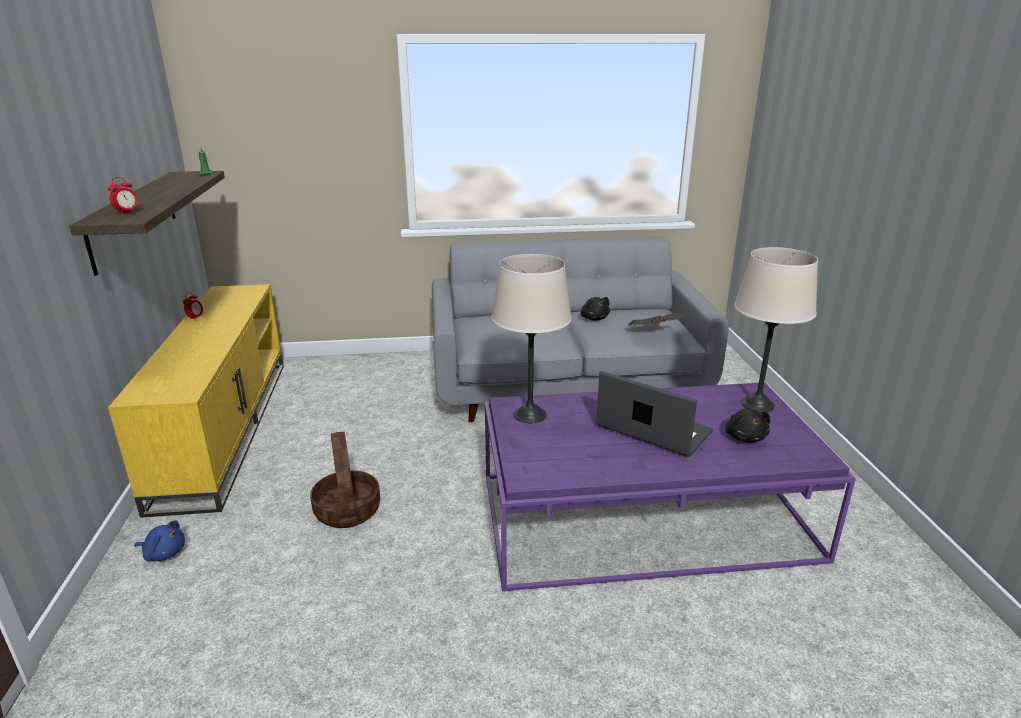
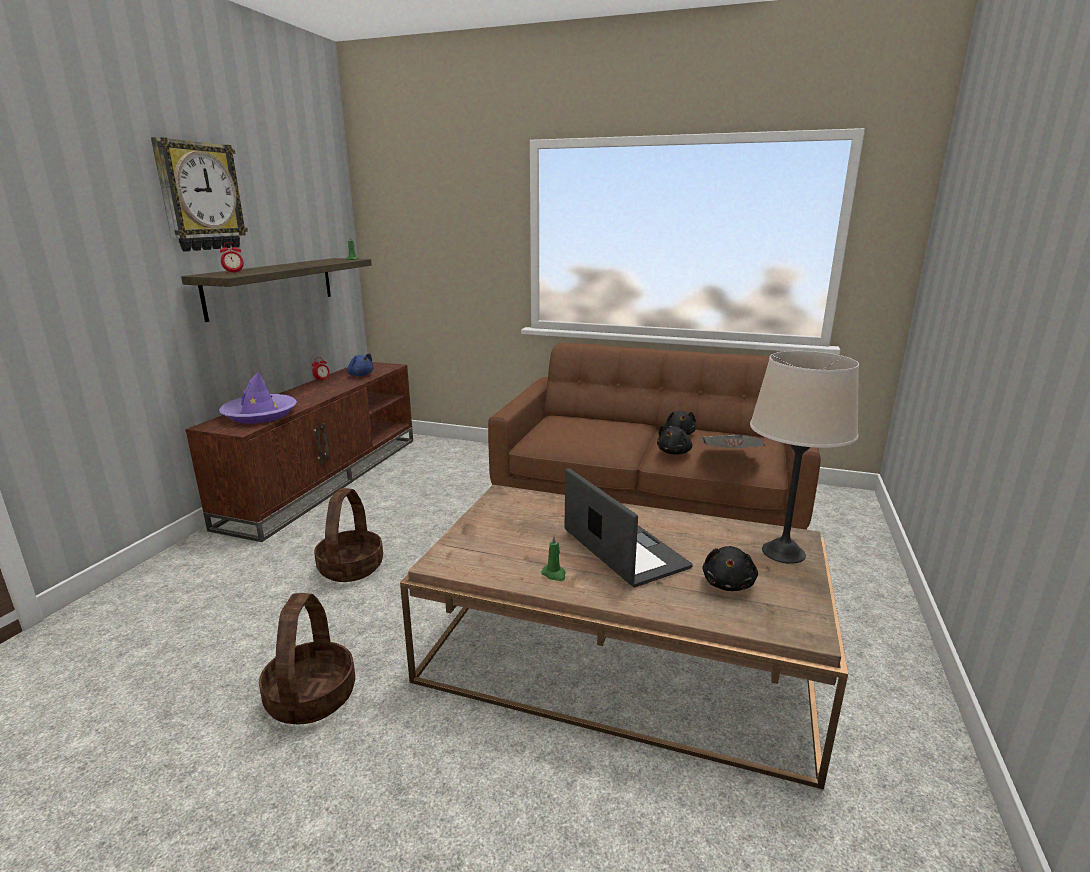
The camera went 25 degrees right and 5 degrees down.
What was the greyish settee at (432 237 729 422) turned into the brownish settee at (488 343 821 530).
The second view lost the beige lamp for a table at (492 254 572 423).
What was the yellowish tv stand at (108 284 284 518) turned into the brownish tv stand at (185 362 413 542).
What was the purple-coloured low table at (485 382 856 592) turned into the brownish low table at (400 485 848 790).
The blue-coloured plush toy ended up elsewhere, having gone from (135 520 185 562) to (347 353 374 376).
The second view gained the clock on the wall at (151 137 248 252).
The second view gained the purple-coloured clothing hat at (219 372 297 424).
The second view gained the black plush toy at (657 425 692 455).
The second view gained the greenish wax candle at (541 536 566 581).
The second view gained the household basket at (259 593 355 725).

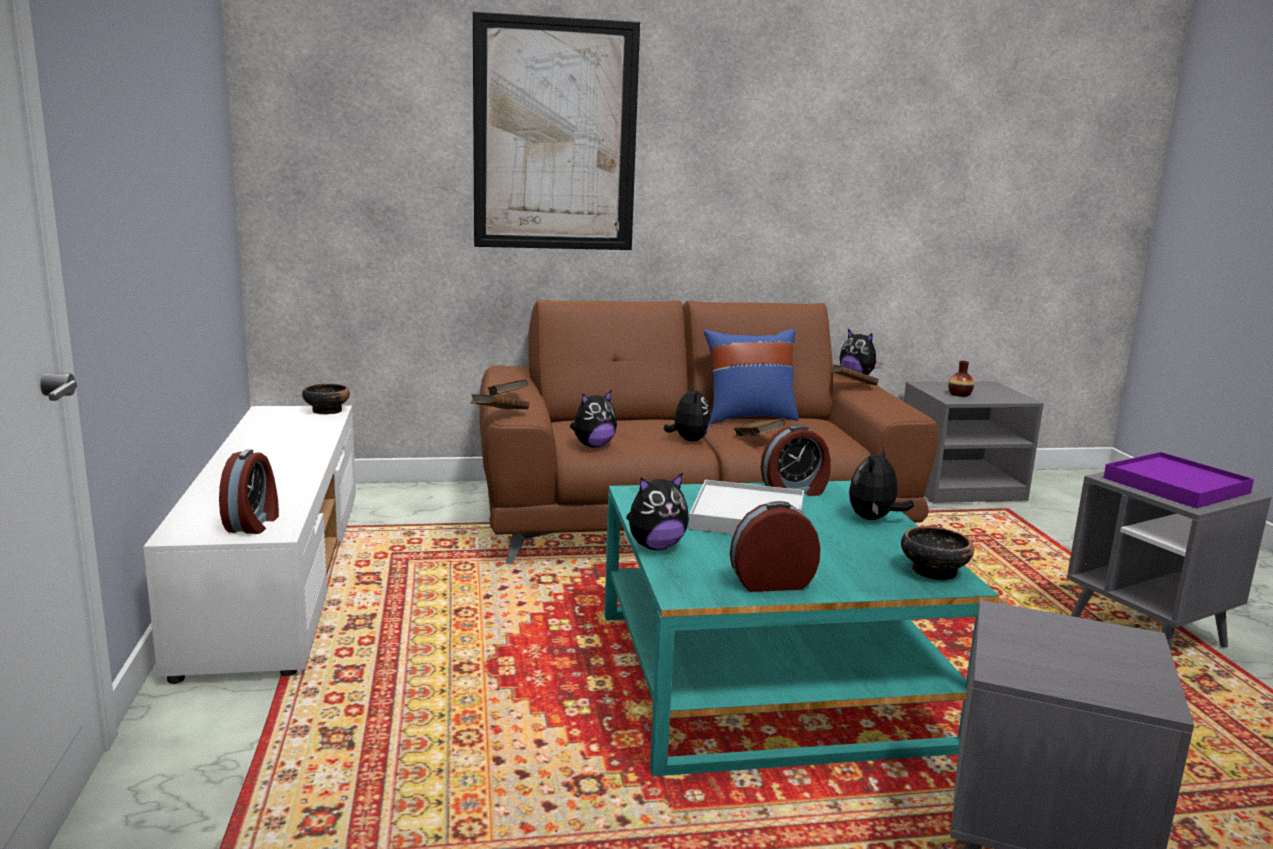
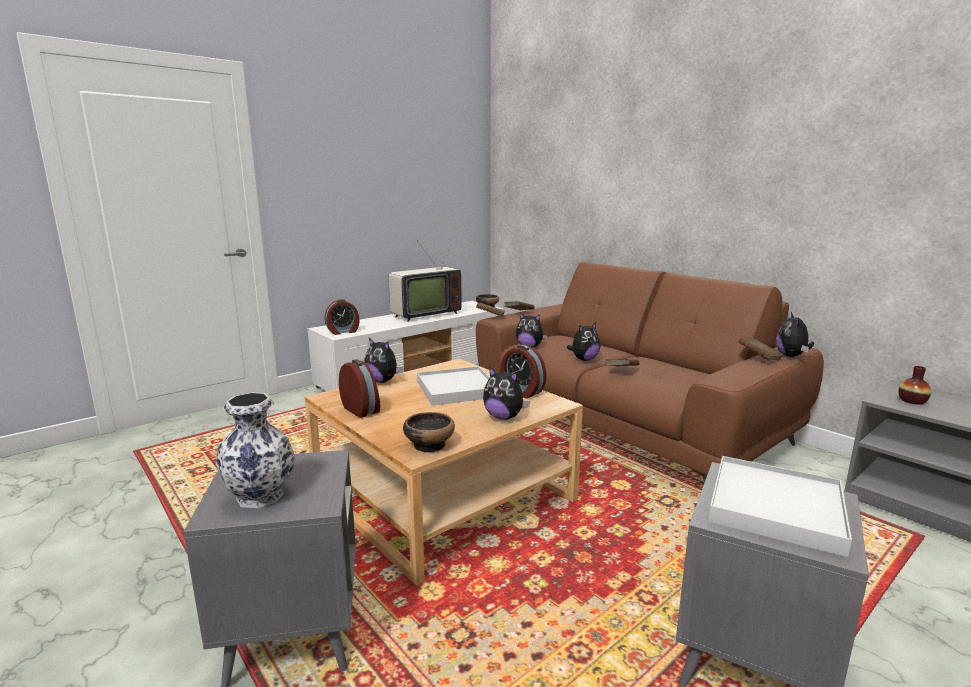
The camera went 60 degrees right and 0 degrees up.
The second view lost the picture at (473 12 640 250).
The second view lost the blue-coloured throw pillow at (704 329 799 424).
The plush toy at (849 447 914 520) ended up facing another way, 150 degrees counterclockwise from before.
What was the purple-coloured tray at (1103 452 1254 508) turned into the white-coloured tray at (708 456 852 557).
What was the turquoise low table at (604 481 1000 776) turned into the beige low table at (305 359 583 586).
The second view gained the TV set at (389 236 461 322).
The second view gained the flower vase at (215 393 295 509).

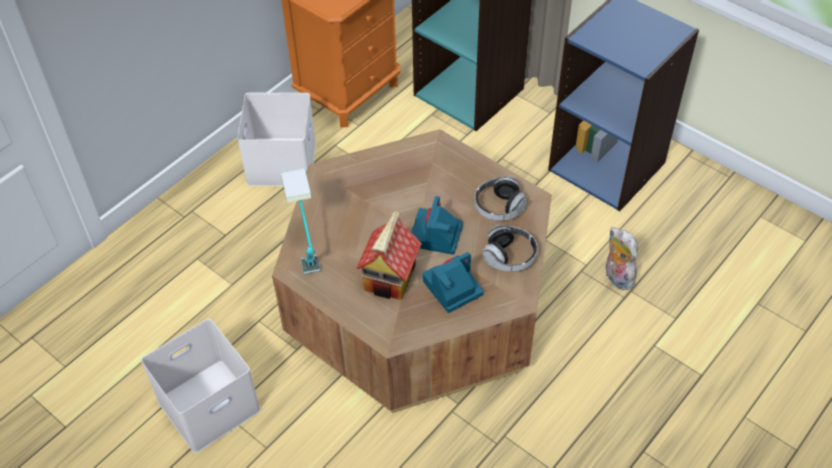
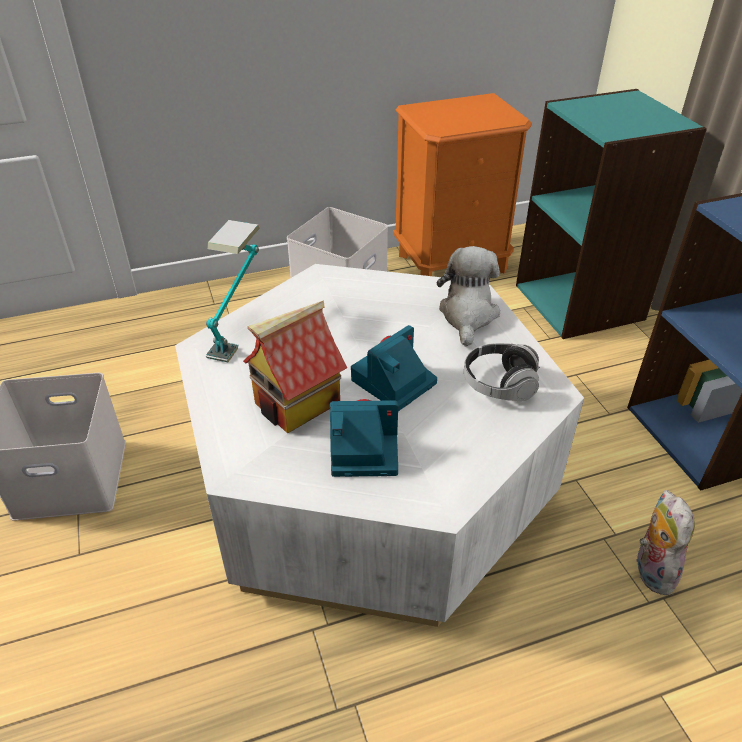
The camera went 30 degrees right and 10 degrees down.
What was the brownish low table at (272 129 552 413) turned into the white-coloured low table at (175 264 584 627).
The second view lost the headphones at (483 225 537 272).
The second view gained the plush toy at (437 246 500 347).

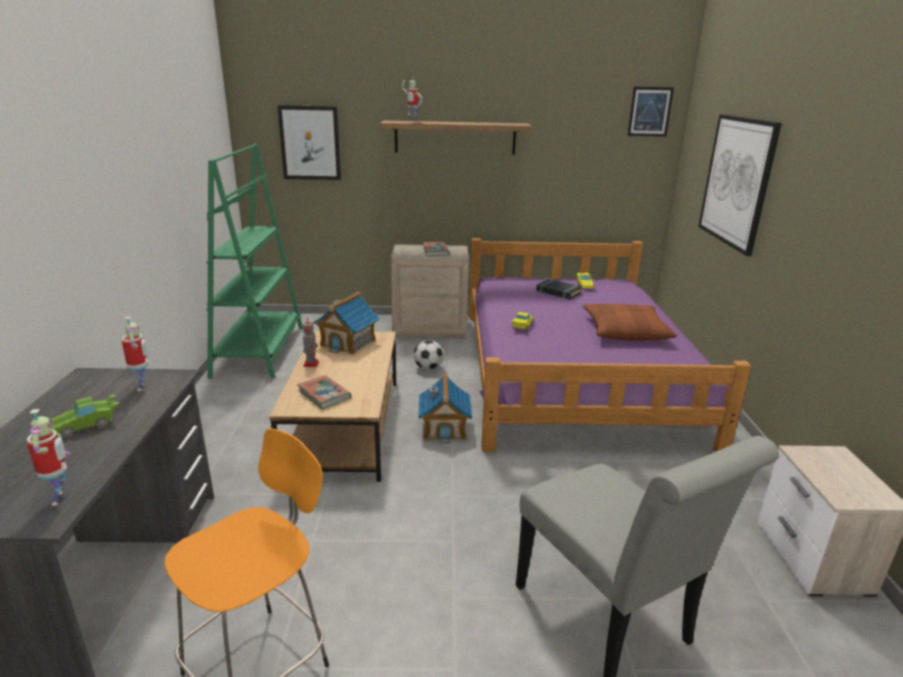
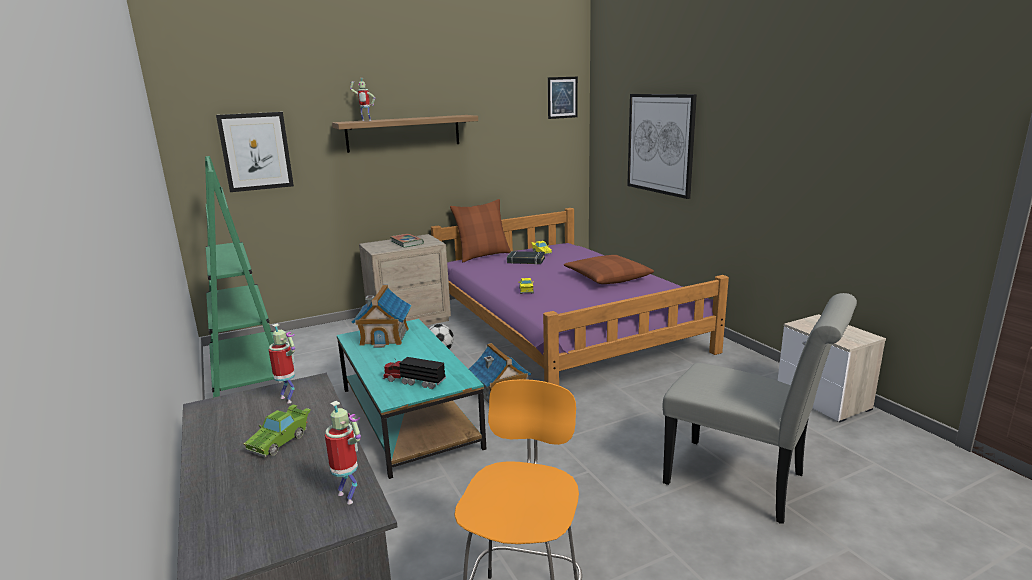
The camera went 25 degrees left and 5 degrees down.
The second view lost the model robot at (303 317 319 367).
What was the brownish low table at (269 331 396 482) turned into the turquoise low table at (337 319 486 479).
Where the bound book stood at (297 375 351 409), the toy lorry came to stand at (383 357 446 389).
The second view gained the brownish throw pillow at (450 199 511 262).

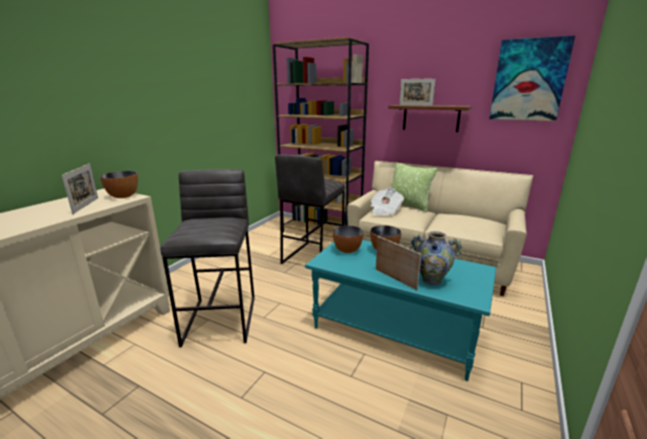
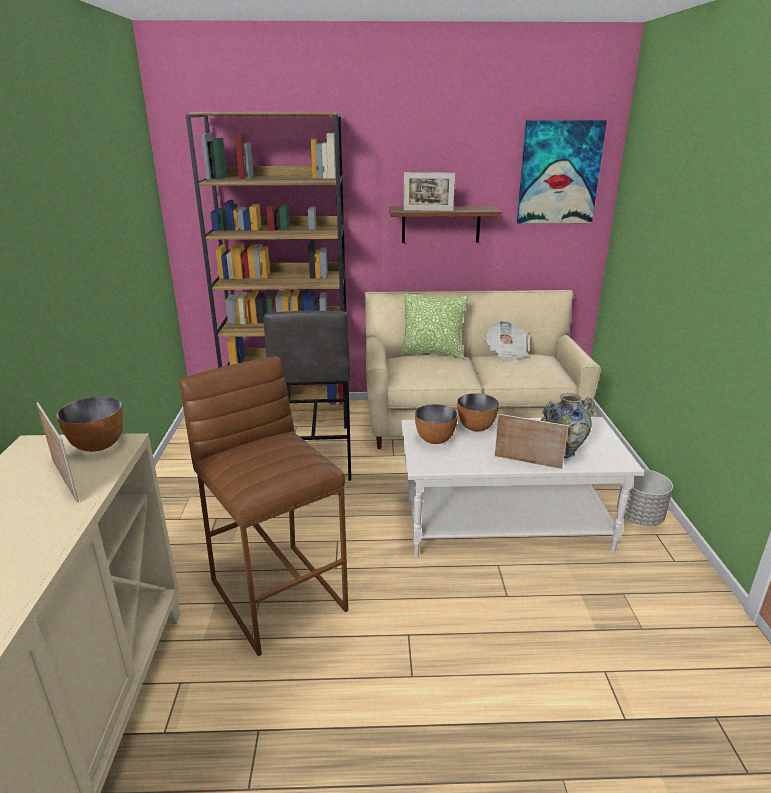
The camera went 30 degrees left and 5 degrees up.
What was the greyish stool seat at (160 169 255 347) turned into the brownish stool seat at (179 356 348 656).
The printed paper ended up elsewhere, having gone from (371 188 404 216) to (485 321 529 362).
What was the turquoise low table at (305 240 496 381) turned into the white-coloured low table at (401 417 644 557).
The second view gained the greyish flower pot at (617 469 673 526).

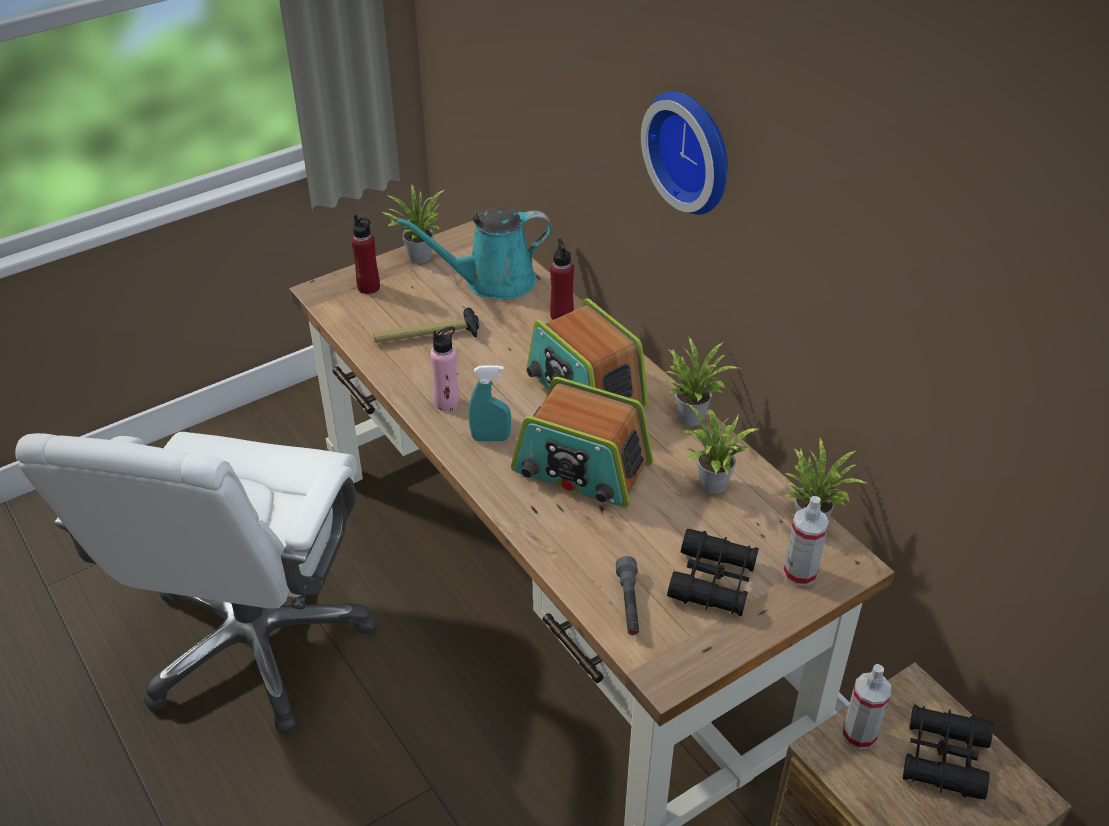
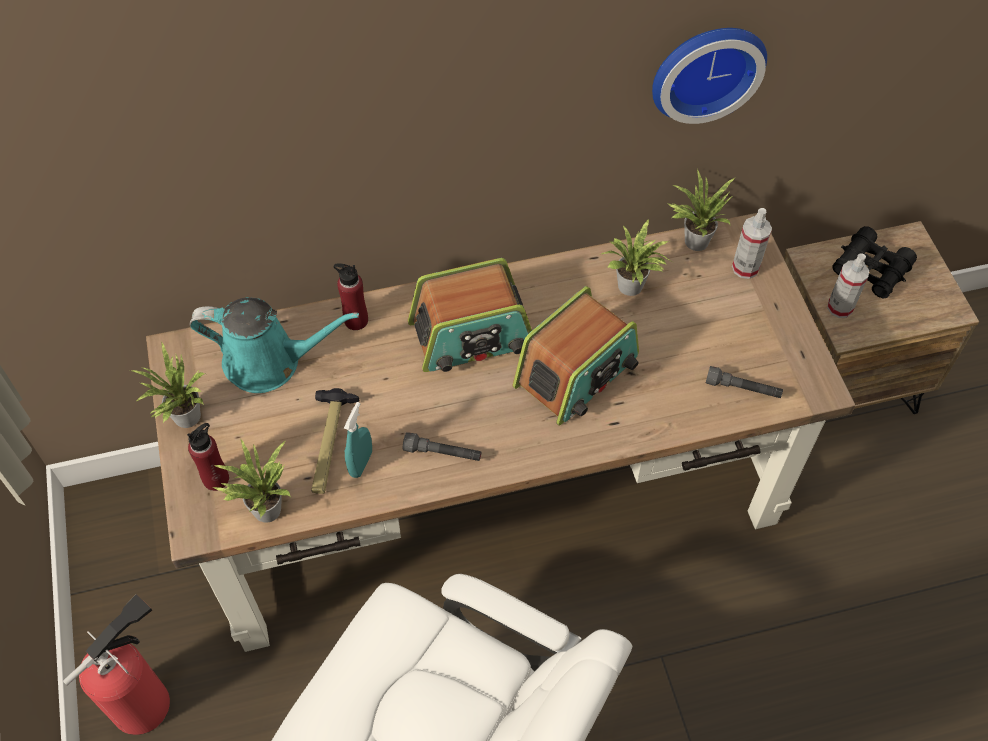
The camera went 70 degrees left and 15 degrees up.
The clock on the wall ended up elsewhere, having gone from (641 91 728 215) to (652 28 767 124).
The turquoise sprinkling can at (397 207 552 300) ended up facing another way, 90 degrees counterclockwise from before.
Where the pink beverage bottle stood at (430 326 460 411), the greyish torch came to stand at (403 432 481 461).
The potted plant ended up elsewhere, having gone from (667 337 739 426) to (212 439 291 523).
The turquoise sprayer ended up elsewhere, having gone from (468 365 511 441) to (344 402 372 478).
The second view lost the black pair of binoculars at (667 529 759 616).
The second view gained the extinguisher at (63 594 170 735).

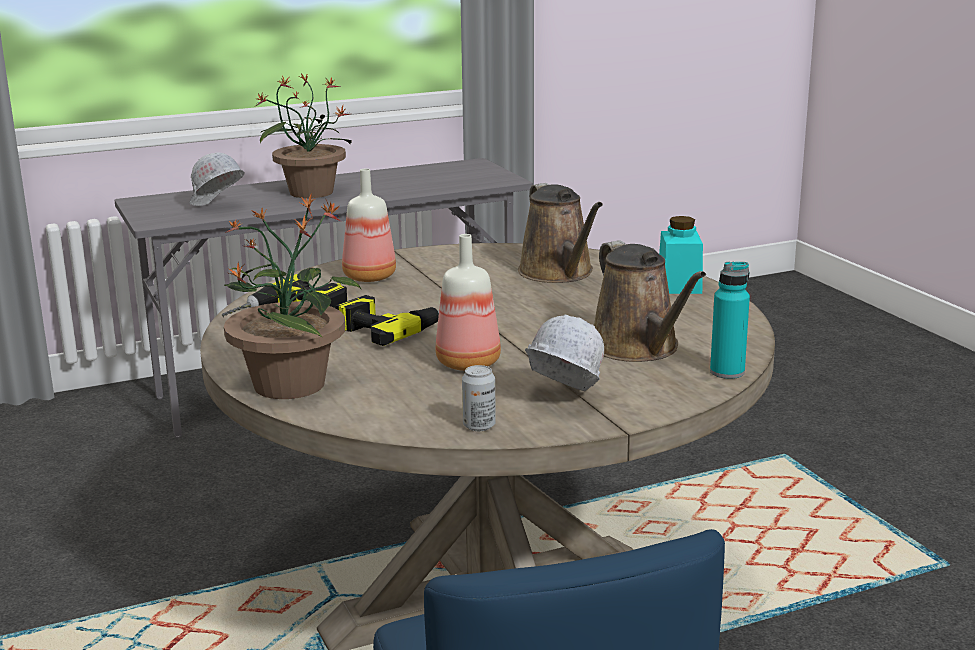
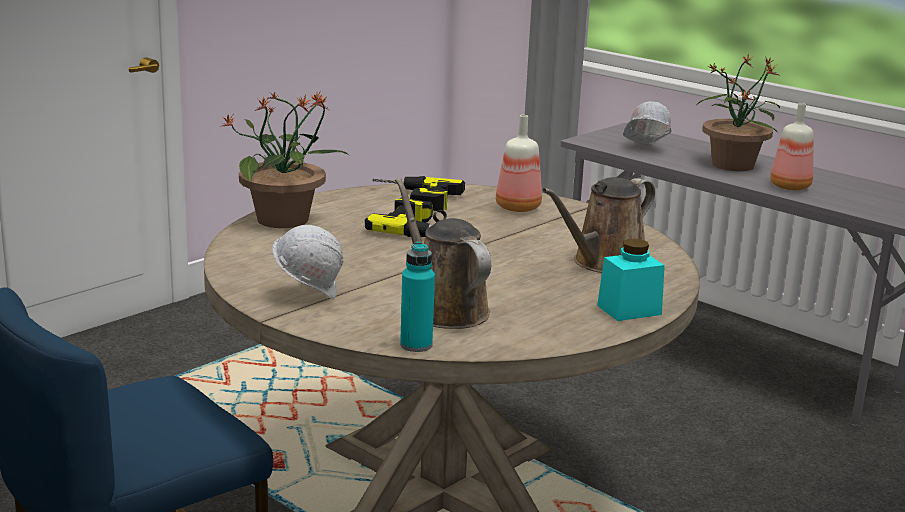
The camera went 65 degrees right and 0 degrees up.
The beverage bottle ended up elsewhere, having gone from (436 234 501 371) to (770 103 814 190).
The brownish sprinkling can at (594 240 706 362) ended up facing another way, 105 degrees clockwise from before.
The second view lost the can at (462 365 496 431).

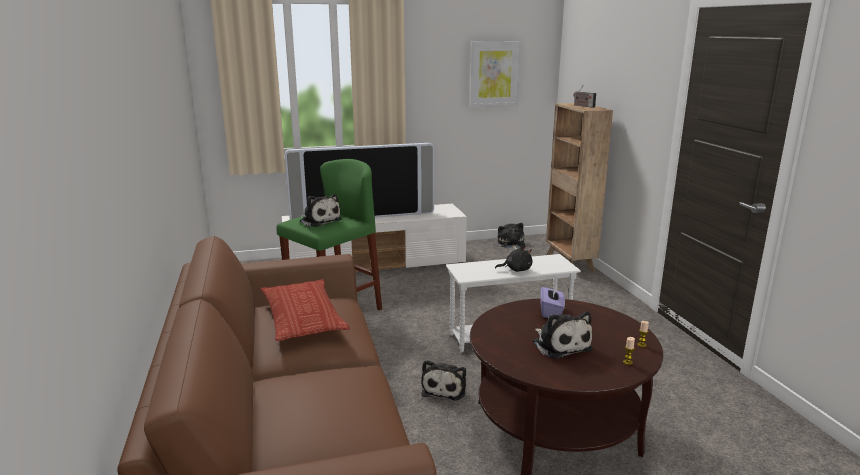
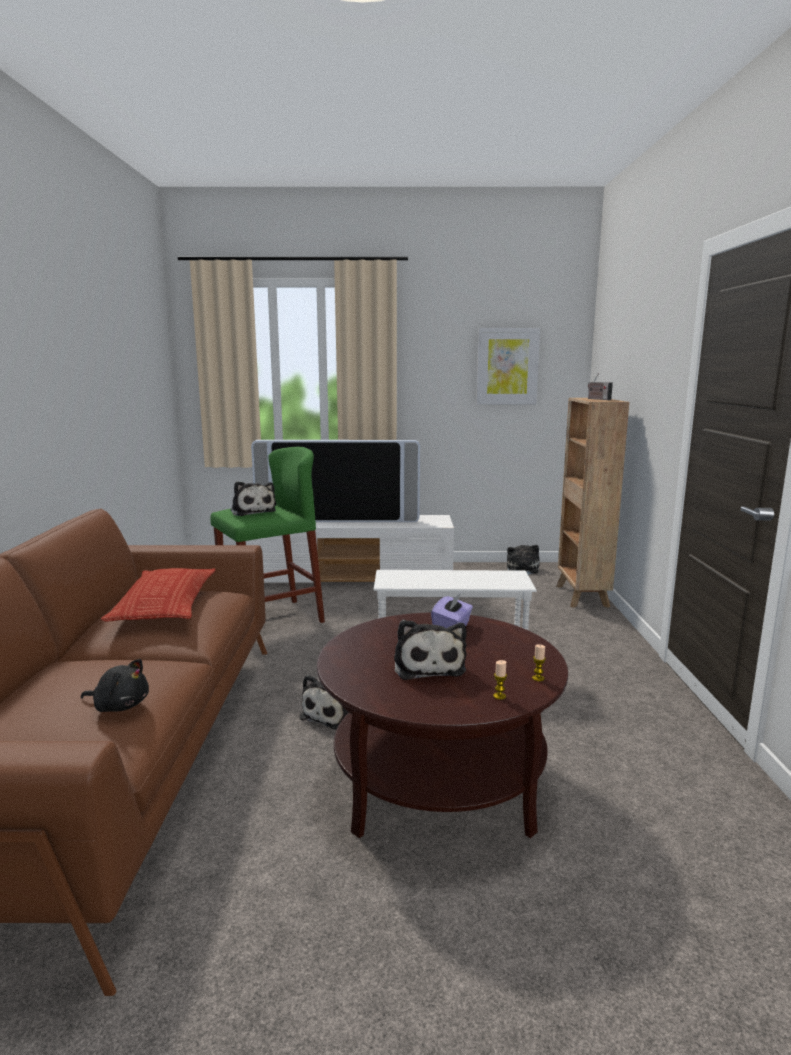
The camera went 15 degrees right and 5 degrees down.
The black plush toy ended up elsewhere, having gone from (495 245 532 272) to (81 659 149 712).

